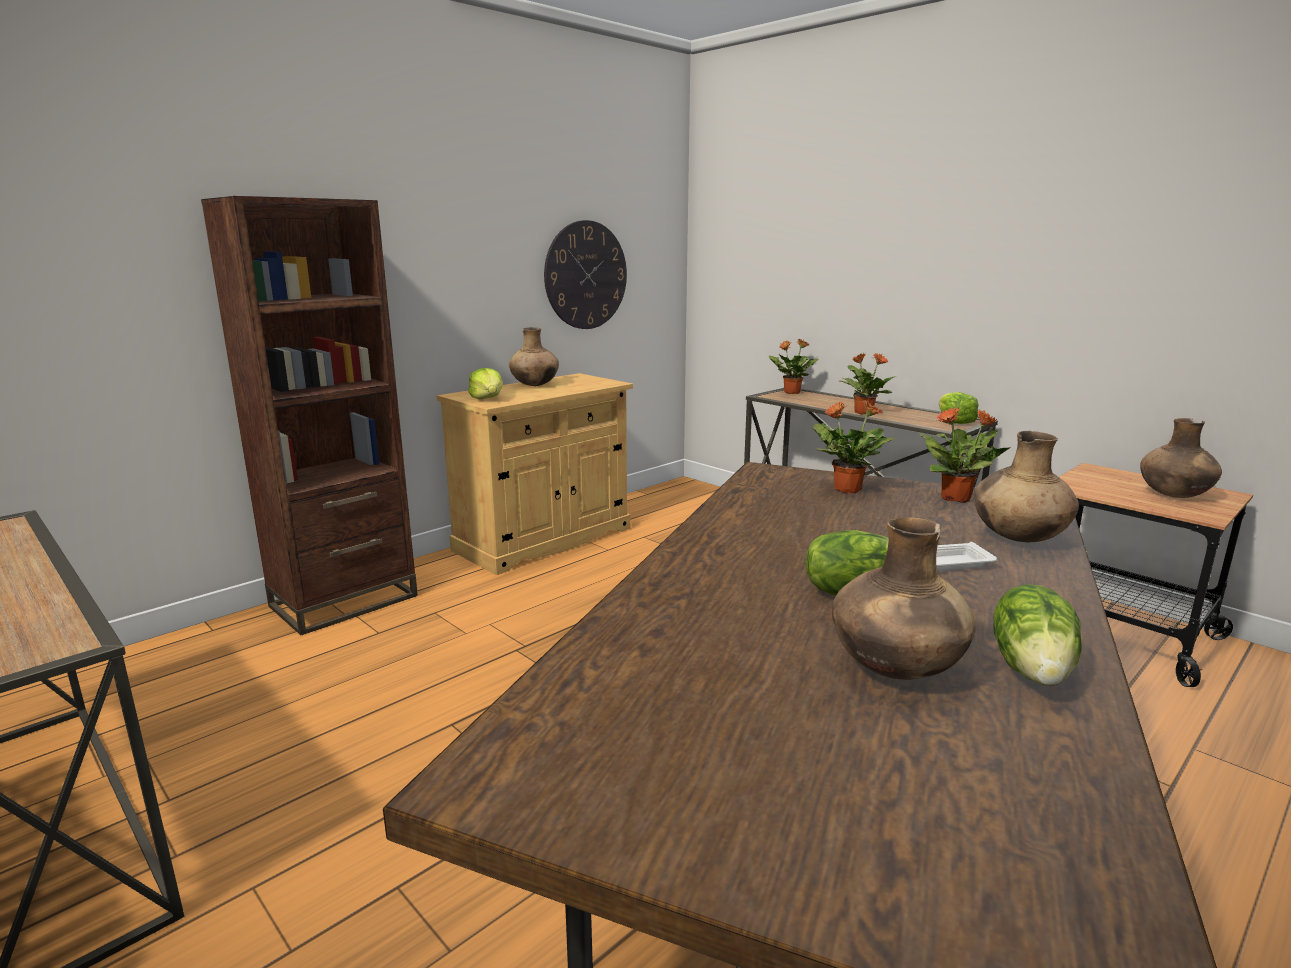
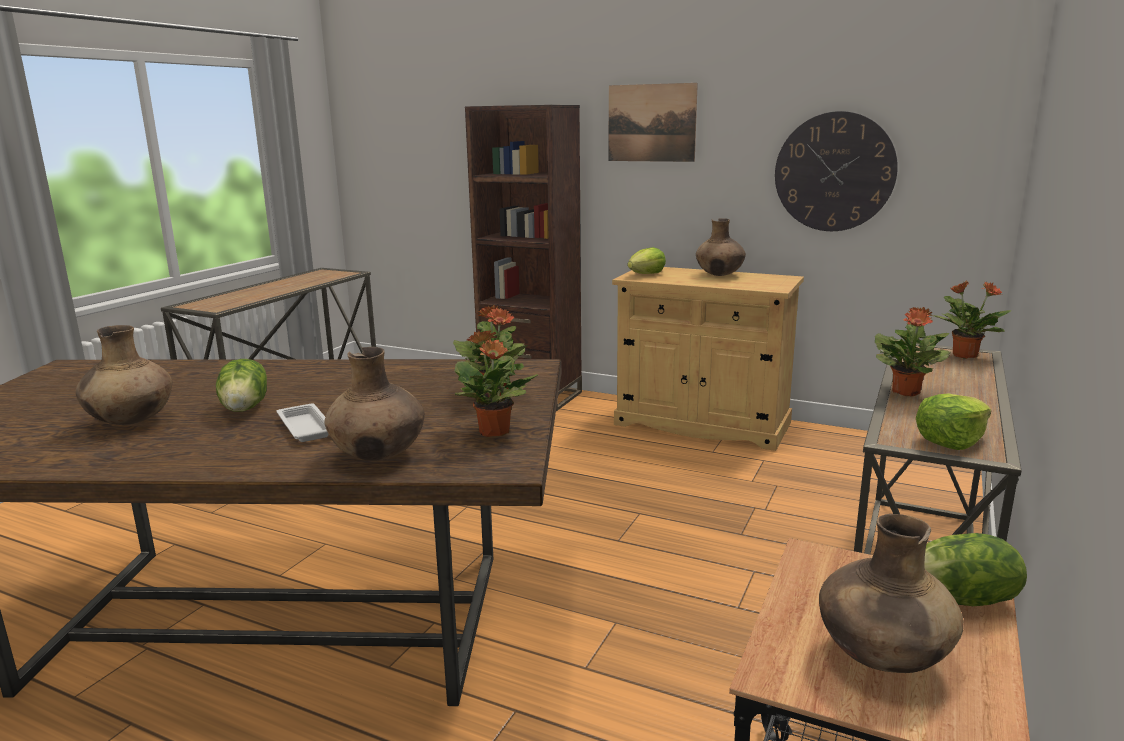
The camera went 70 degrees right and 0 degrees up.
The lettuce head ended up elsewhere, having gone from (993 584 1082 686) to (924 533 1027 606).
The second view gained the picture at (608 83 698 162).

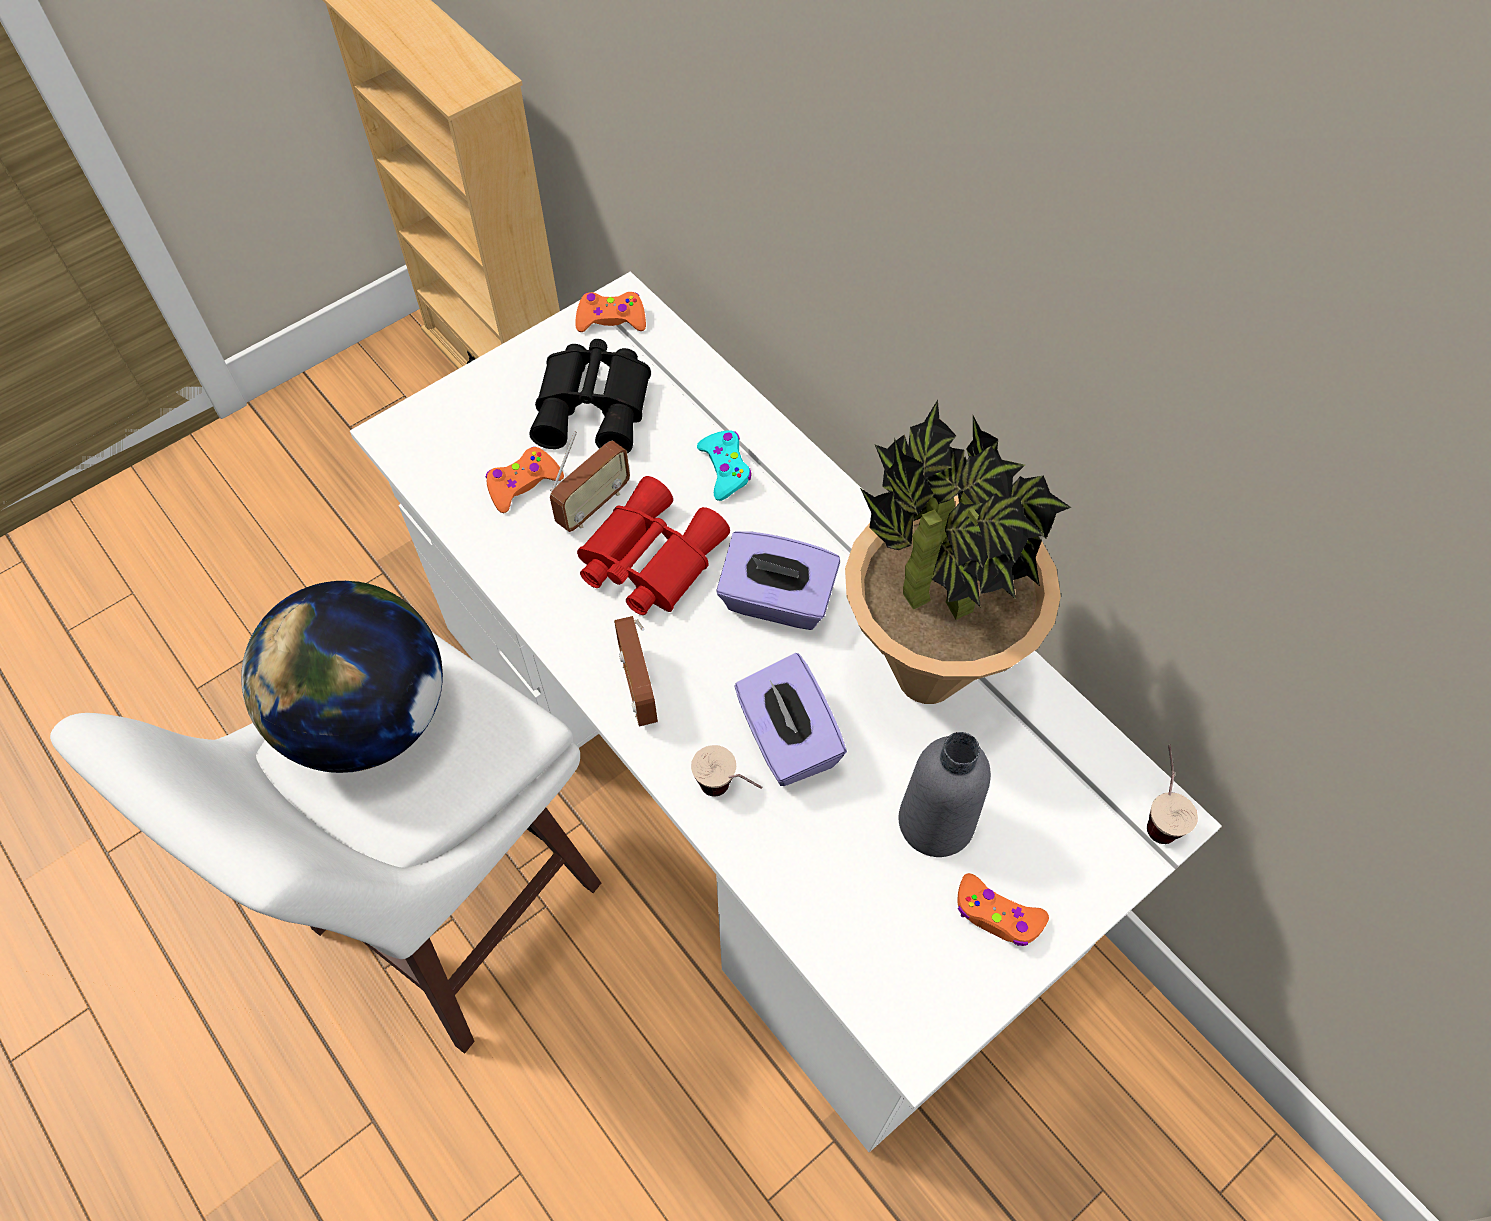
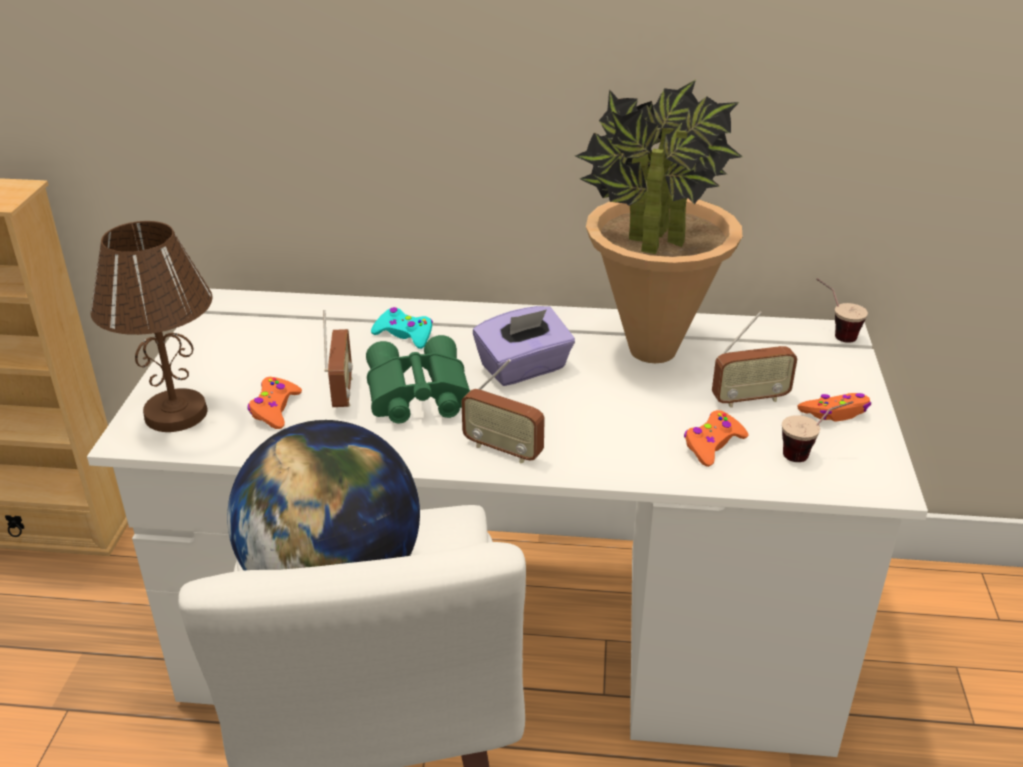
The camera went 45 degrees left and 25 degrees down.
The orange game controller ended up elsewhere, having gone from (575 292 646 332) to (684 410 748 467).
The second view lost the black pair of binoculars at (529 339 651 453).
What was the red-coloured pair of binoculars at (577 476 730 615) turned into the greenish pair of binoculars at (366 335 471 423).
The second view lost the purple-coloured tissue box at (734 653 847 786).
Where the greyish beverage bottle stood at (899 732 991 857), the radio receiver came to stand at (712 312 797 408).
The cup ended up elsewhere, having gone from (691 745 762 797) to (782 401 854 462).
The second view gained the brownish lamp for a table at (91 221 212 432).

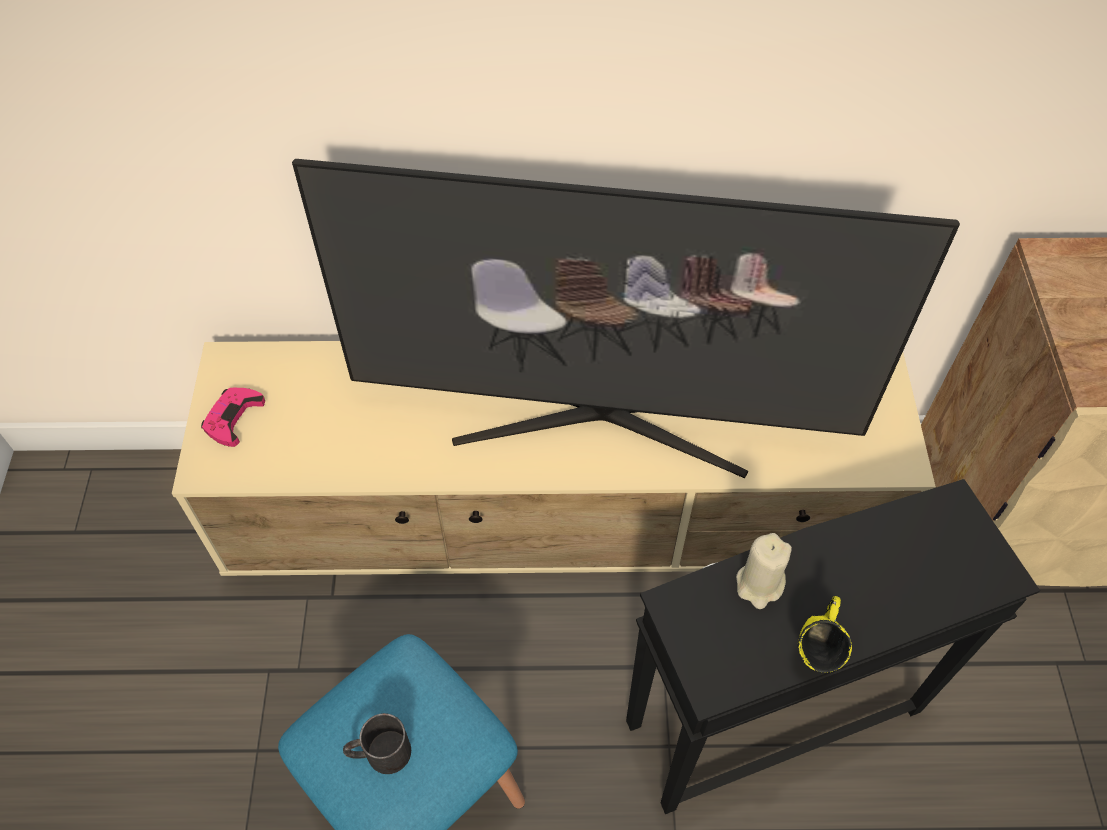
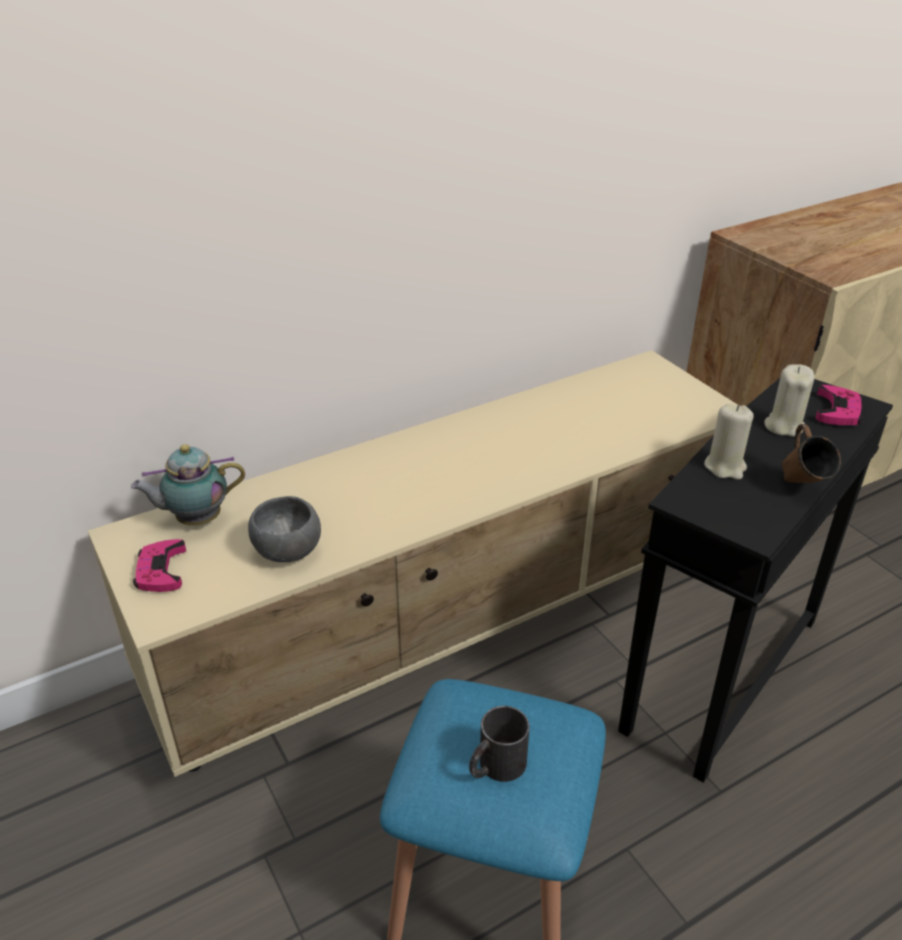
The camera went 30 degrees left and 20 degrees down.
The second view lost the TV set at (292 159 960 478).
What was the yellowish coffee mug at (798 596 852 673) turned into the brownish coffee mug at (782 424 841 483).
The second view gained the beige wax candle at (764 364 815 437).
The second view gained the pink game controller at (816 385 863 425).
The second view gained the pot for tea at (131 444 245 526).
The second view gained the greyish deep dish at (248 496 321 562).

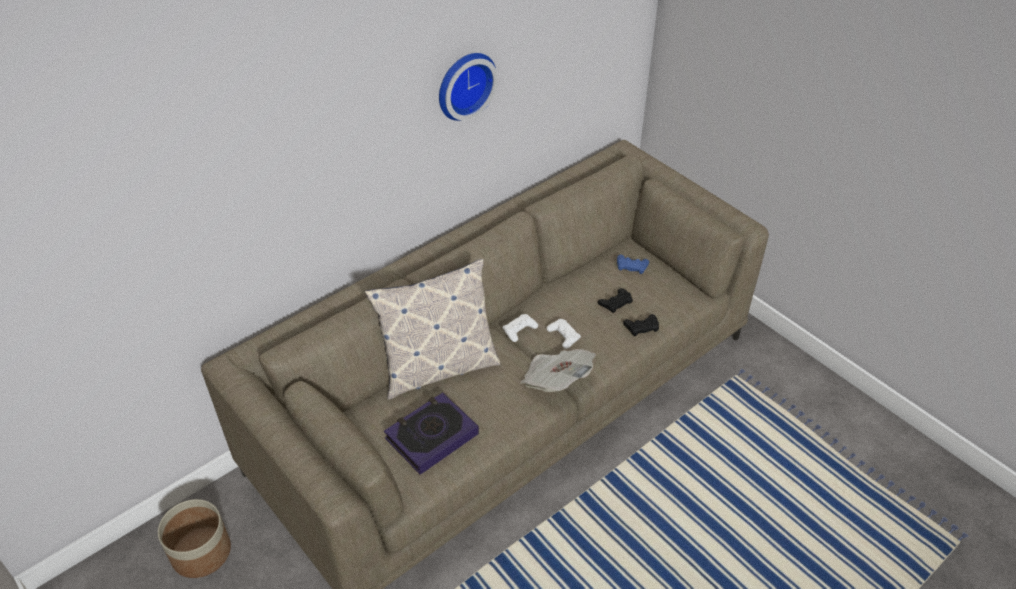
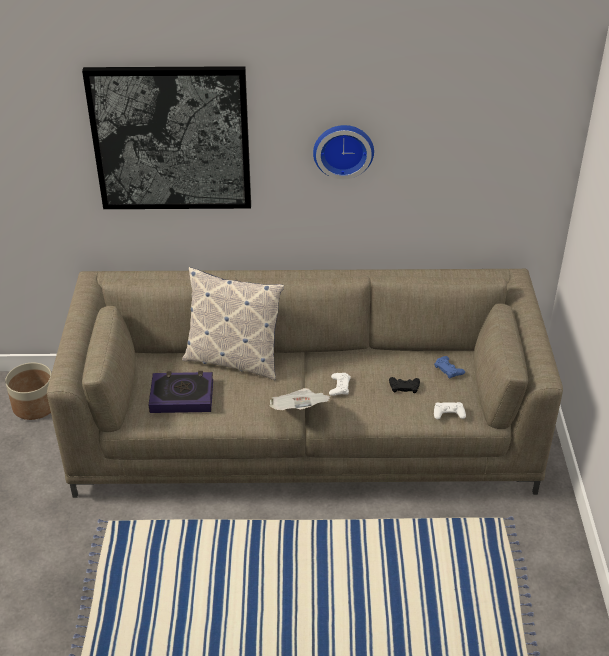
The camera went 40 degrees right and 5 degrees down.
The white-coloured game controller ended up elsewhere, having gone from (503 314 538 342) to (434 402 466 419).
The second view lost the black game controller at (623 314 659 336).
The second view gained the picture at (82 66 251 209).

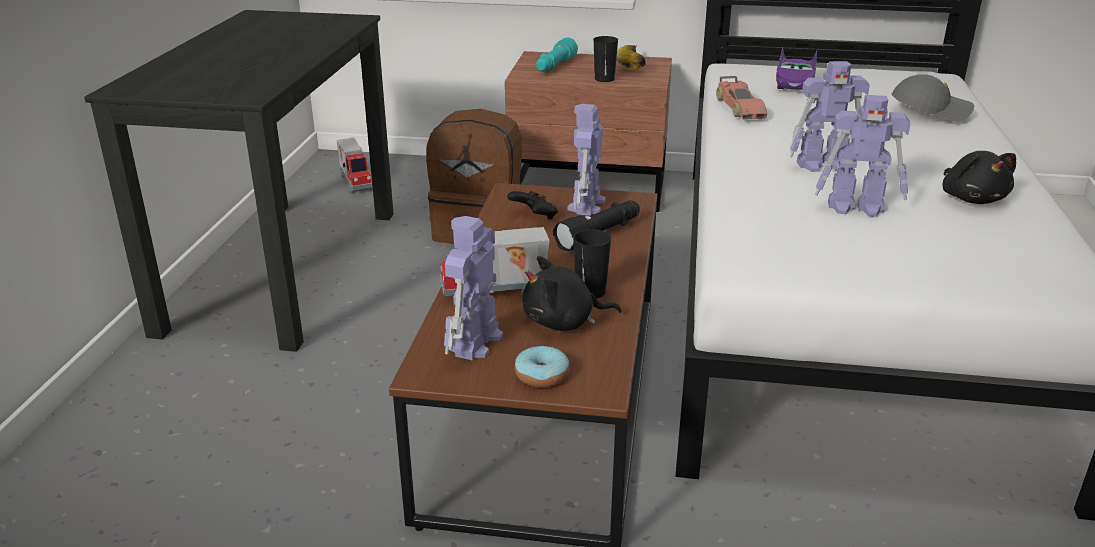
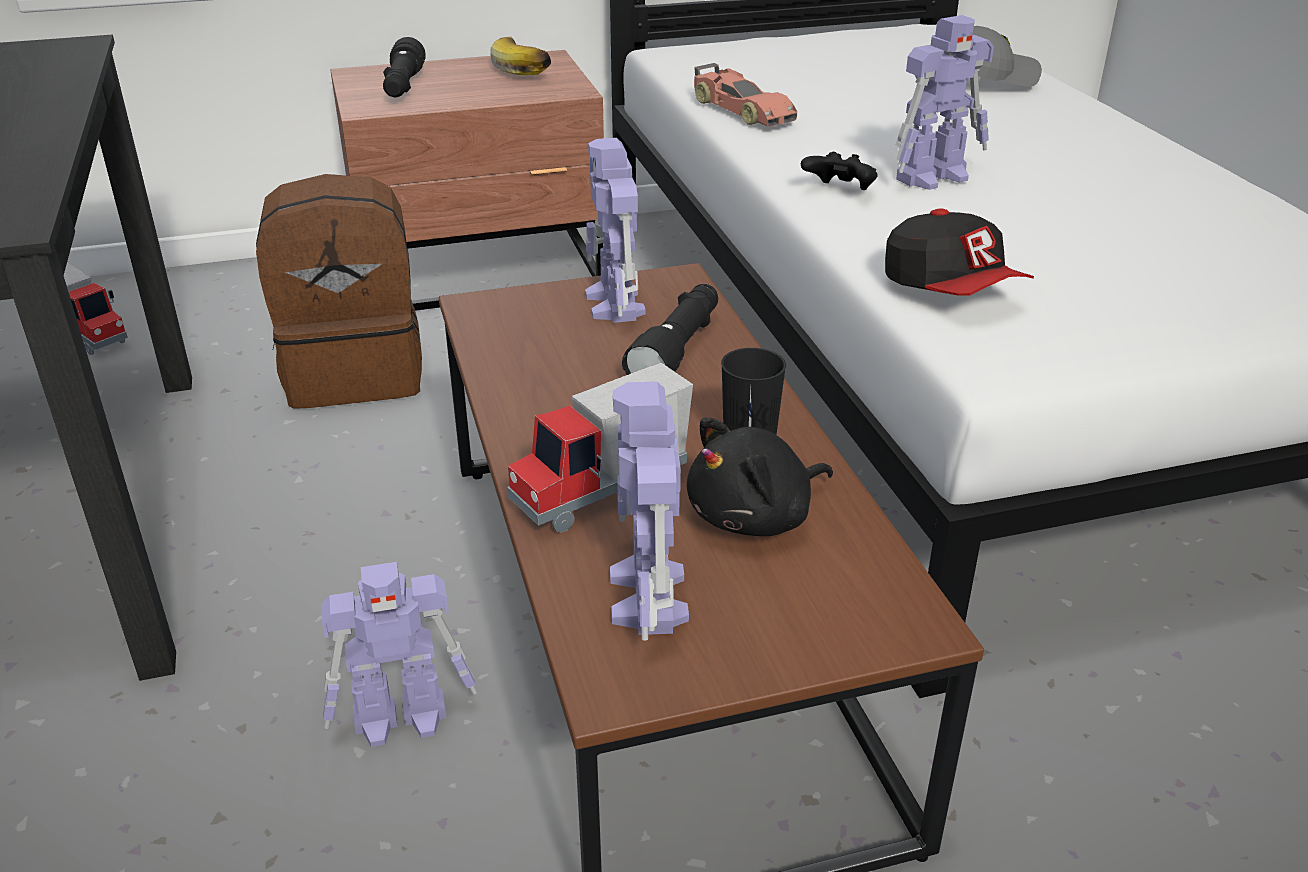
The camera went 25 degrees left and 5 degrees up.
The second view lost the black cup at (593 36 618 82).
What was the turquoise torch at (536 37 578 72) turned into the black torch at (383 37 426 97).
The second view lost the purple-coloured model car at (776 48 817 90).
The model robot ended up elsewhere, having gone from (815 95 911 217) to (321 562 477 747).
The second view lost the black plush toy at (942 151 1016 204).
The black game controller ended up elsewhere, having gone from (507 191 558 220) to (801 152 878 190).
The second view lost the doughnut at (515 346 570 388).
The second view gained the cap at (885 209 1034 296).

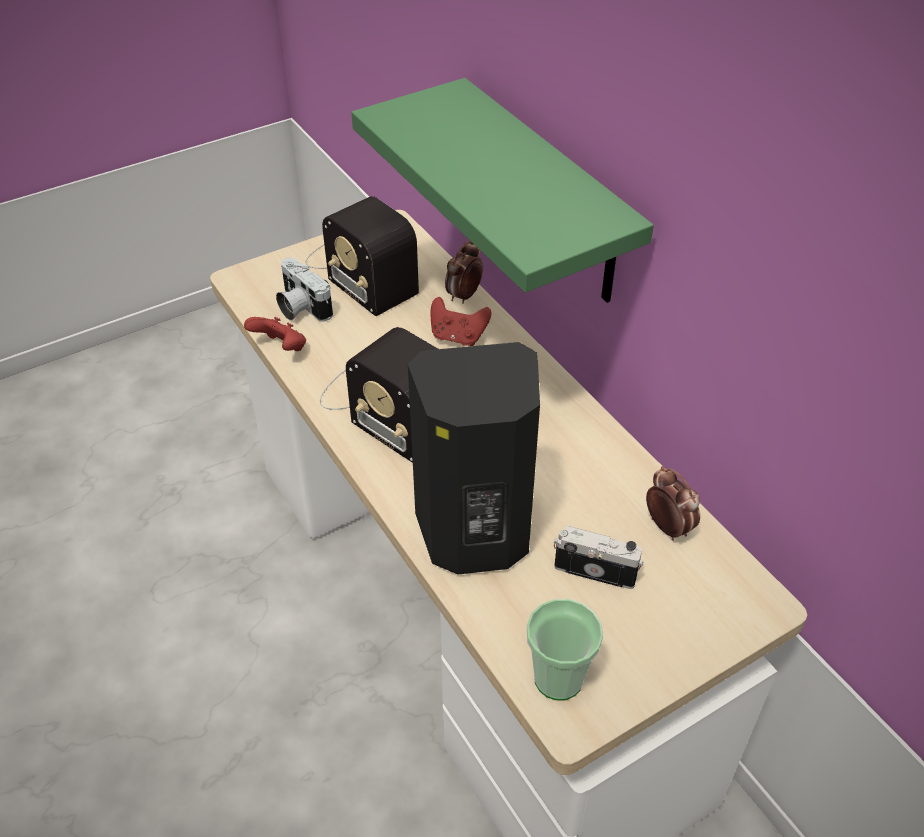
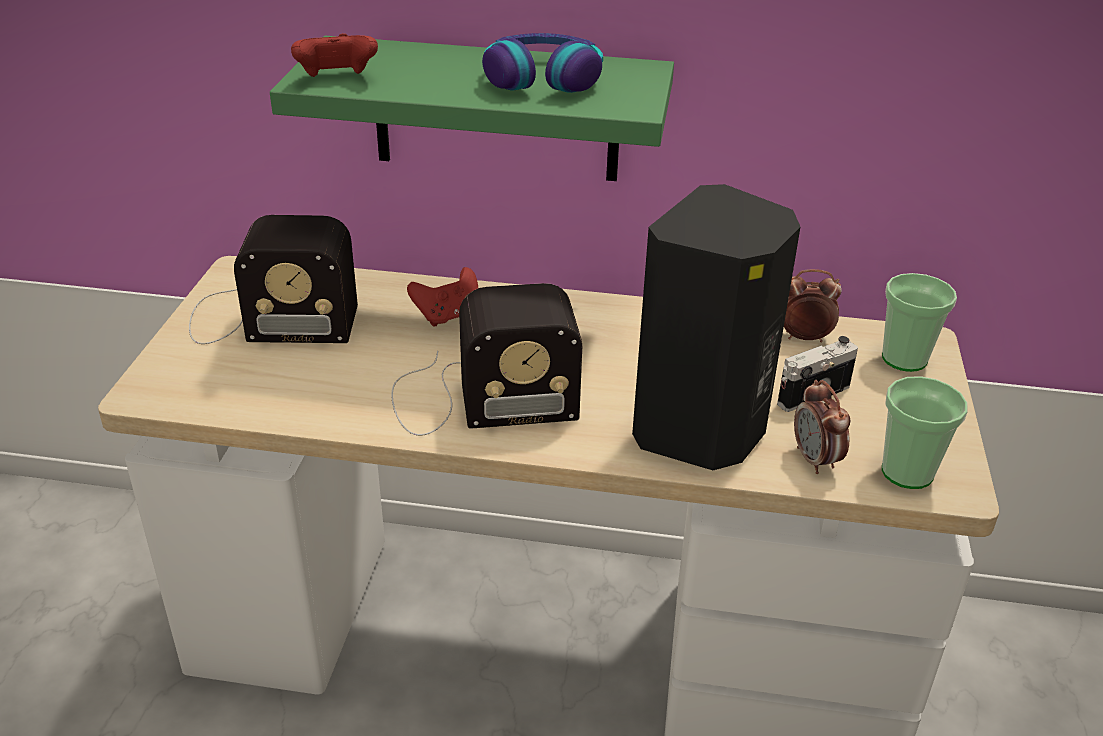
The camera went 50 degrees left and 10 degrees down.
The alarm clock ended up elsewhere, having gone from (445 241 483 304) to (794 380 850 474).
The second view lost the photo camera at (276 258 333 322).
The red-coloured game controller ended up elsewhere, having gone from (244 317 306 351) to (291 33 378 77).
The second view gained the headphones at (482 33 603 93).
The second view gained the cup at (882 273 957 372).

